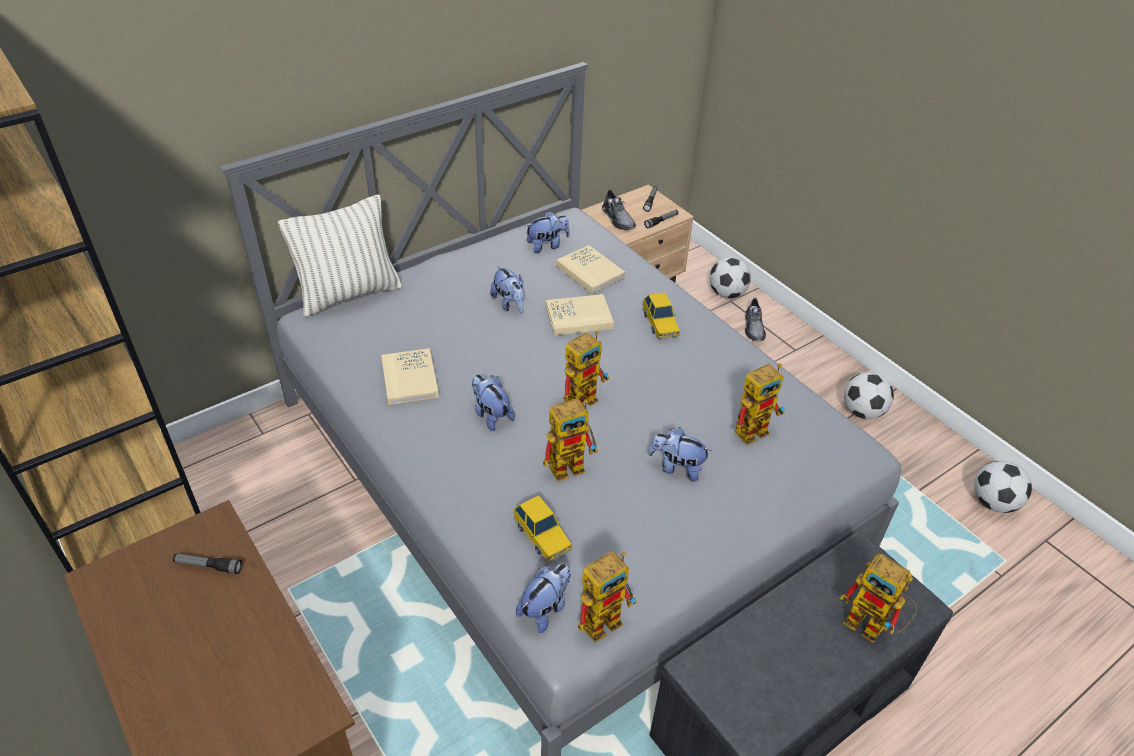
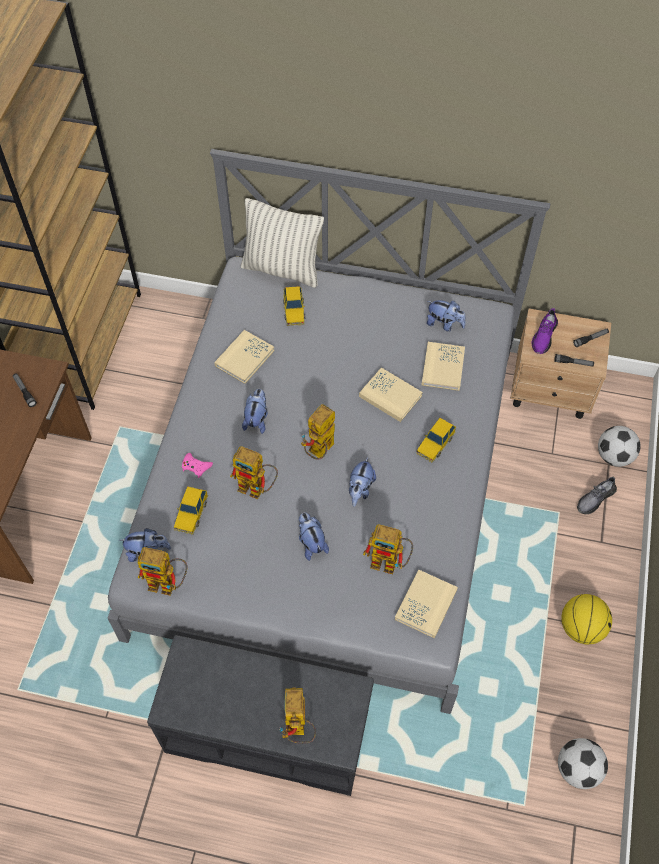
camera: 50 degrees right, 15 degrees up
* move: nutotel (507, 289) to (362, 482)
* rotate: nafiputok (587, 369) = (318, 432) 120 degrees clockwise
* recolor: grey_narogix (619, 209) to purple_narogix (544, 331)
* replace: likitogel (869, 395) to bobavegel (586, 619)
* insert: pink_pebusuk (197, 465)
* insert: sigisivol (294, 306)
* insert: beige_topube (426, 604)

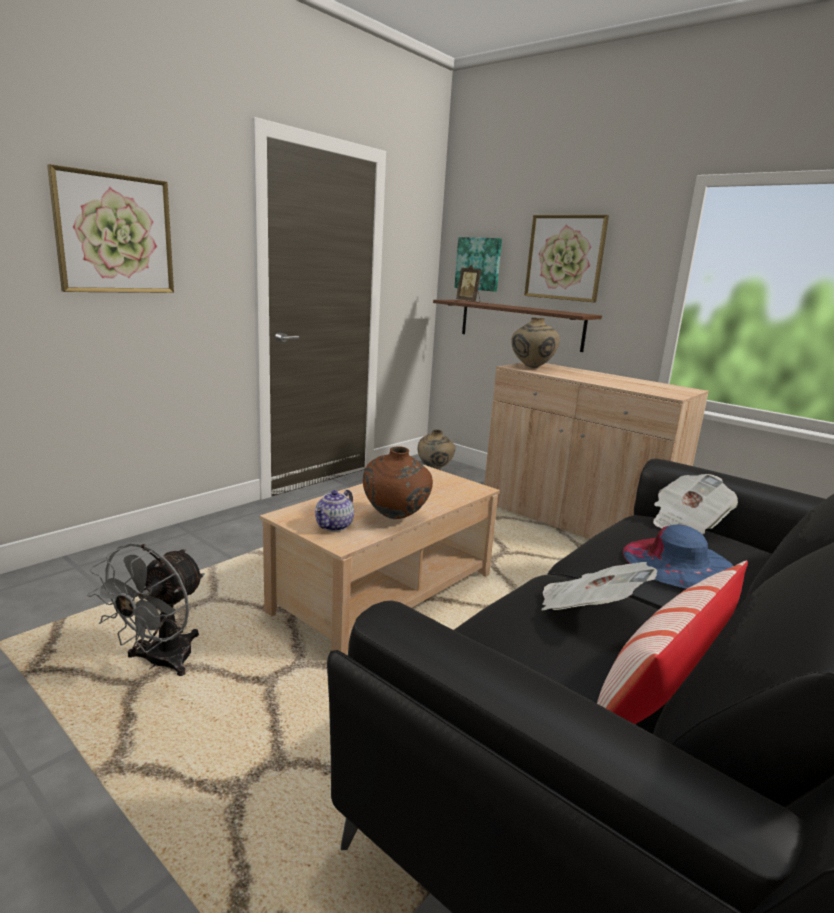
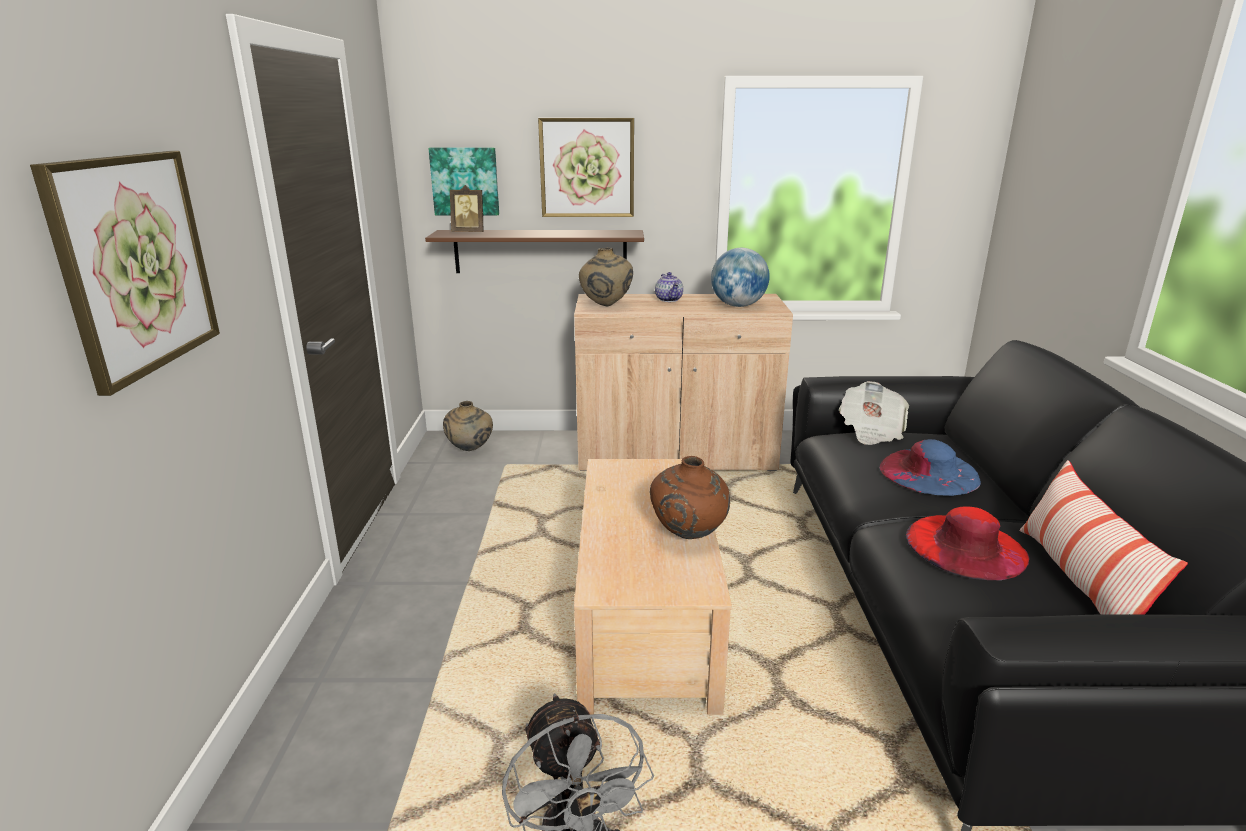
camera: 40 degrees left, 5 degrees up
* move: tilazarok (334, 511) to (669, 287)
* replace: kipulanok (599, 586) to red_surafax (967, 543)
* insert: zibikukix (740, 277)

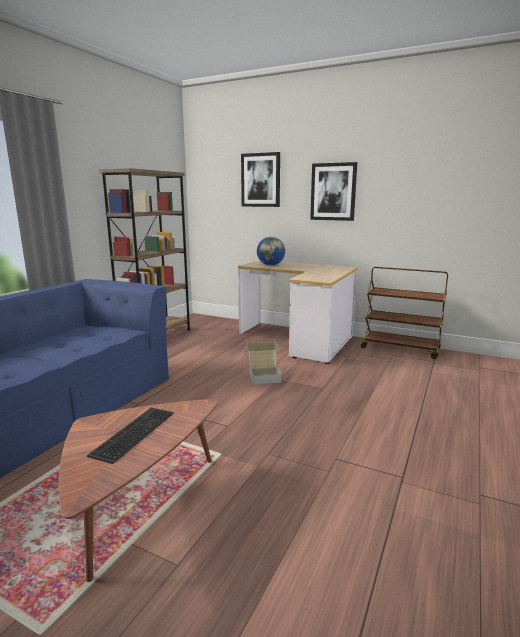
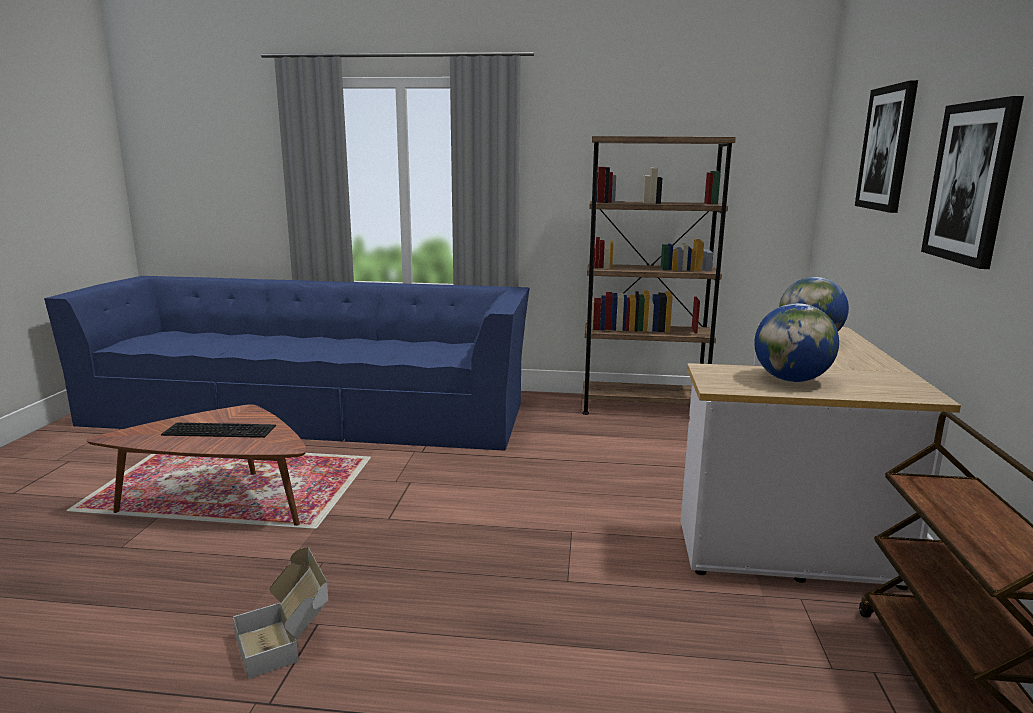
camera: 70 degrees right, 0 degrees up
* move: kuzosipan (263, 363) to (280, 613)
* insert: zibikukix (796, 342)

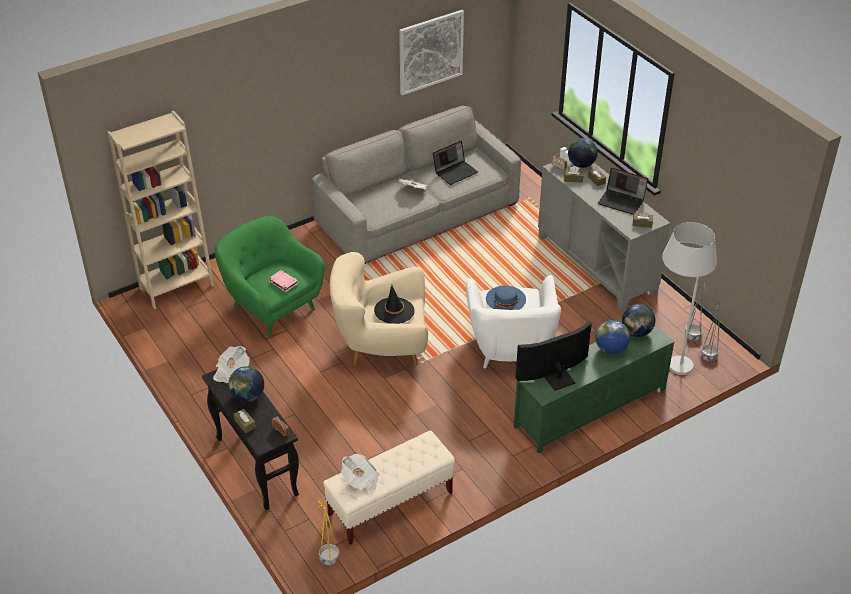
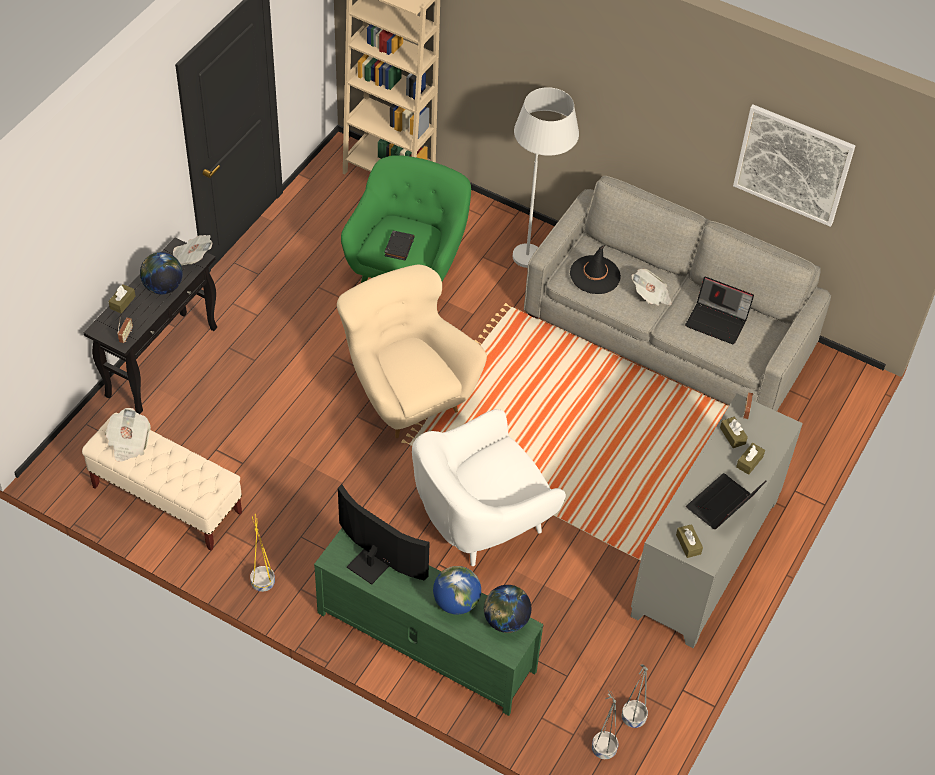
camera: 60 degrees right, 10 degrees up
* recolor: pink_topube (284, 281) to black_topube (399, 245)
* move: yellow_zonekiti (328, 532) to (262, 553)
* move: black_surafax (394, 304) to (595, 269)
* delete: blue_surafax (506, 297)
* delete: zibikukix (583, 153)
* rotate: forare (623, 191) = (726, 501) 45 degrees clockwise
* move: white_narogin (689, 298) to (546, 177)

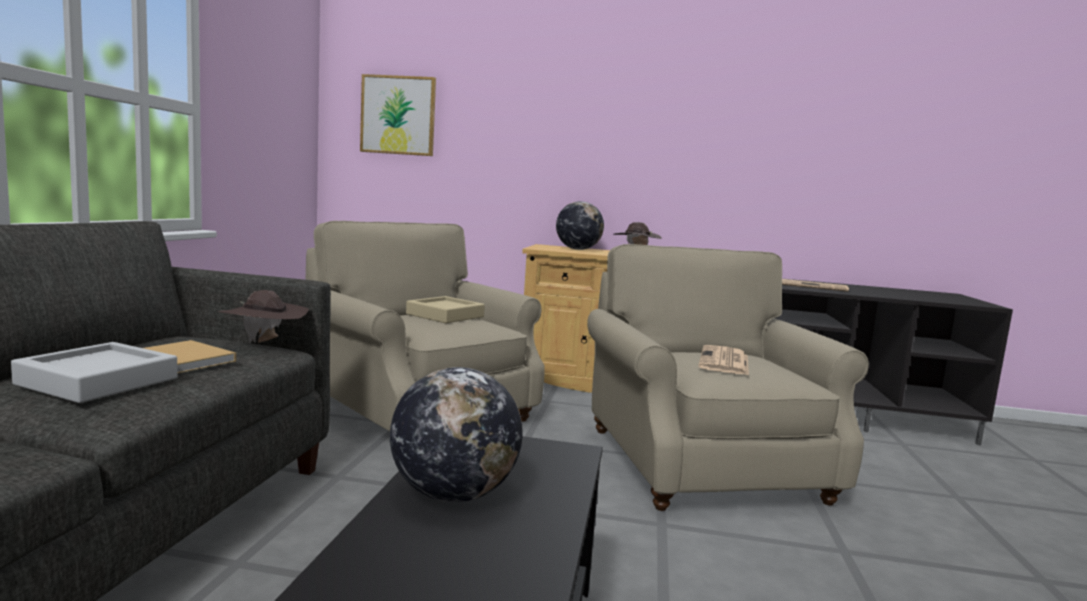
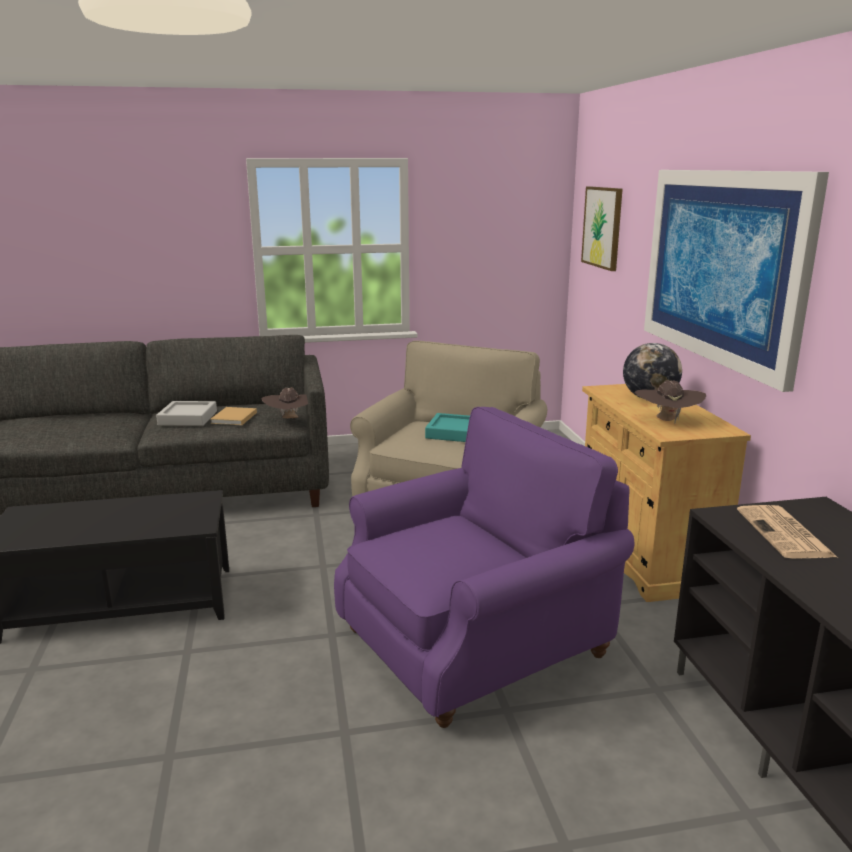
camera: 70 degrees right, 10 degrees up
* delete: zibikukix (456, 434)
* recolor: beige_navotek (445, 309) to turquoise_navotek (447, 427)
* recolor: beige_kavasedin (728, 377) to purple_kavasedin (484, 567)
* delete: kipulanok (723, 360)
* insert: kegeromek (736, 281)

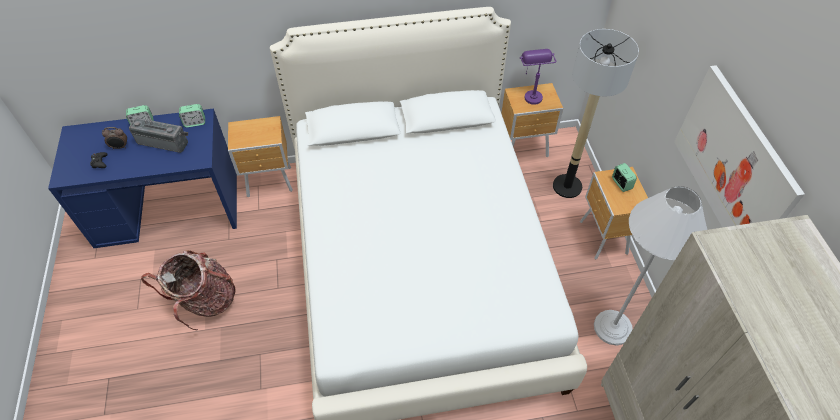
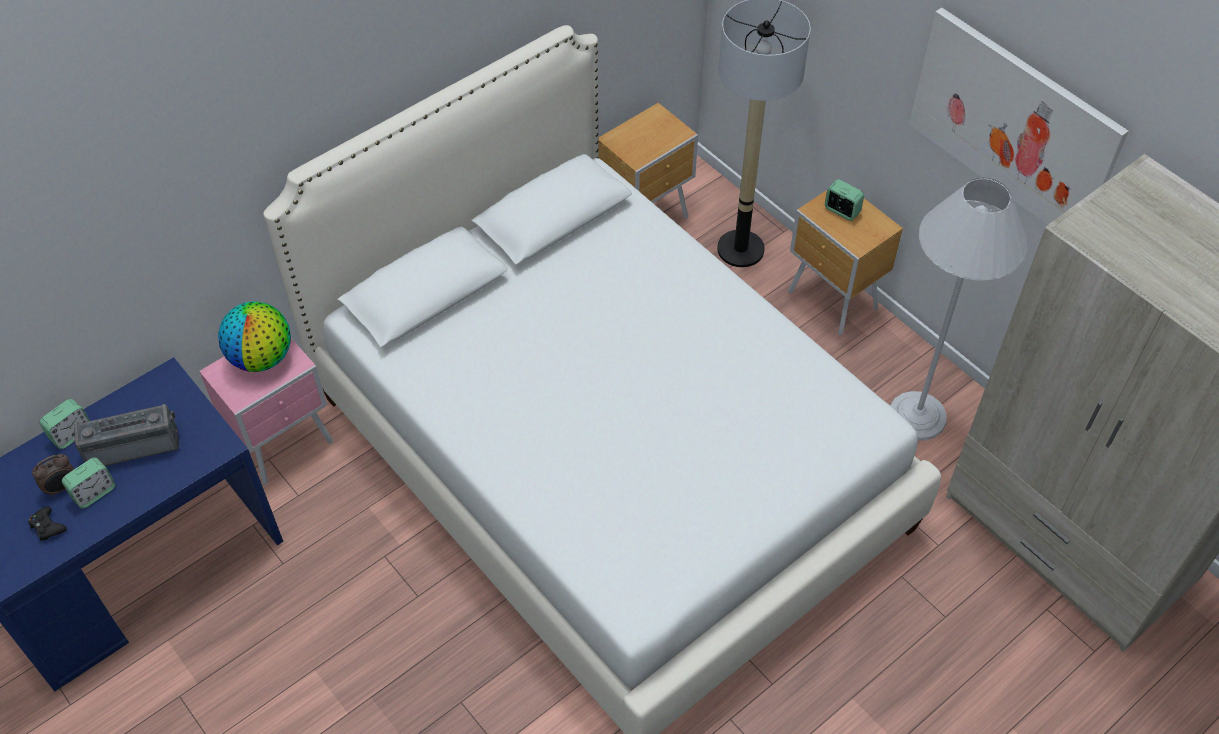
camera: 30 degrees left, 0 degrees up
* delete: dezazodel (188, 290)
* move: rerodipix (192, 116) to (89, 483)
* recolor: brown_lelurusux (260, 156) to pink_lelurusux (266, 411)
* delete: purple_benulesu (538, 77)
* insert: zibikukix (254, 337)

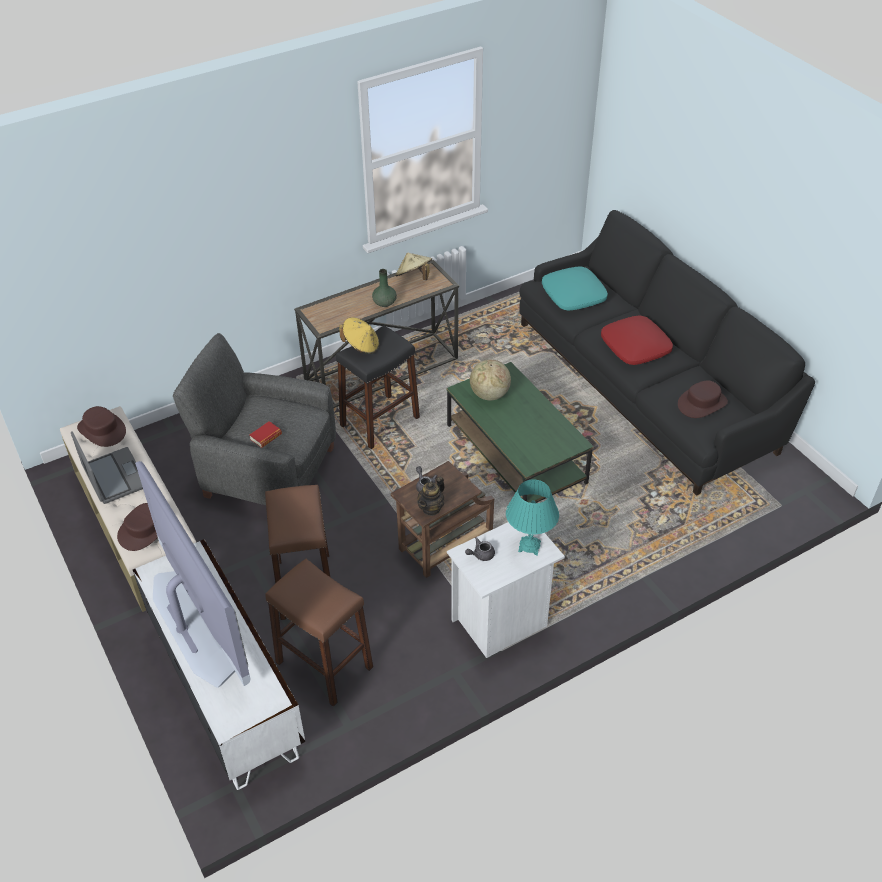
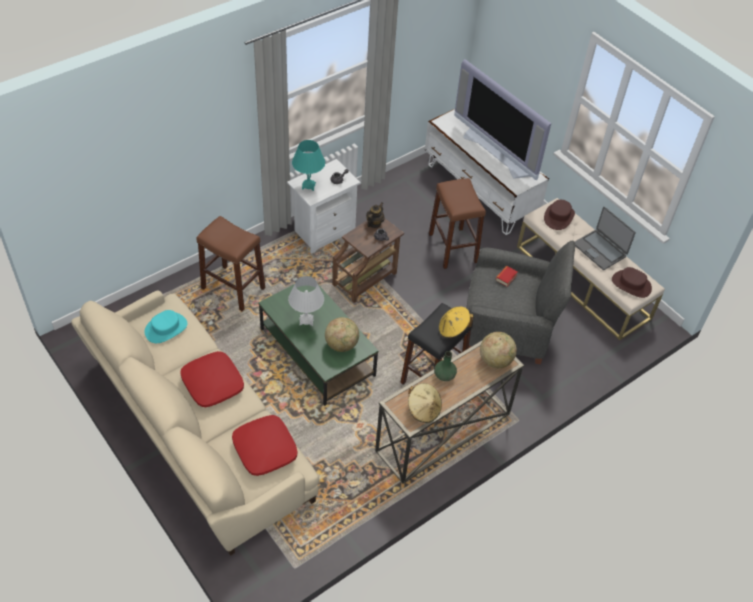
camera: 170 degrees right, 5 degrees up
* move: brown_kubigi (319, 632) to (230, 263)
* recolor: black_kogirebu (667, 353) to beige_kogirebu (195, 423)
* recolor: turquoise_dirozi (575, 288) to red_dirozi (265, 445)
* recolor: brown_surafax (703, 399) to turquoise_surafax (166, 326)
* insert: white_benulesu (306, 301)
* insert: zibikukix (498, 350)

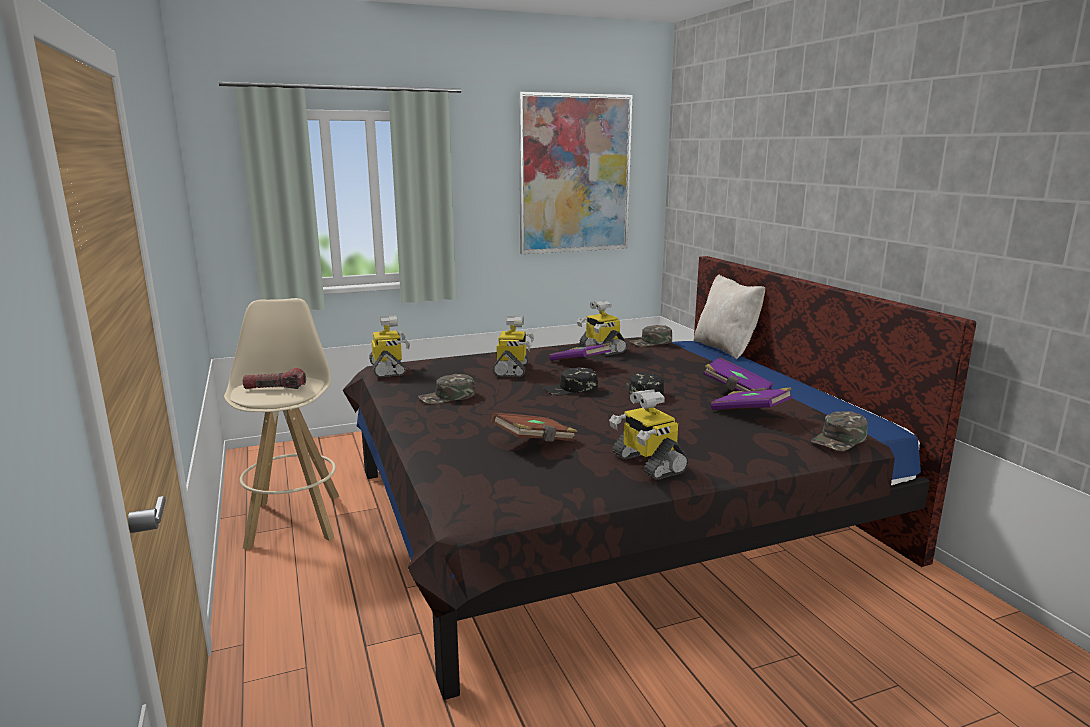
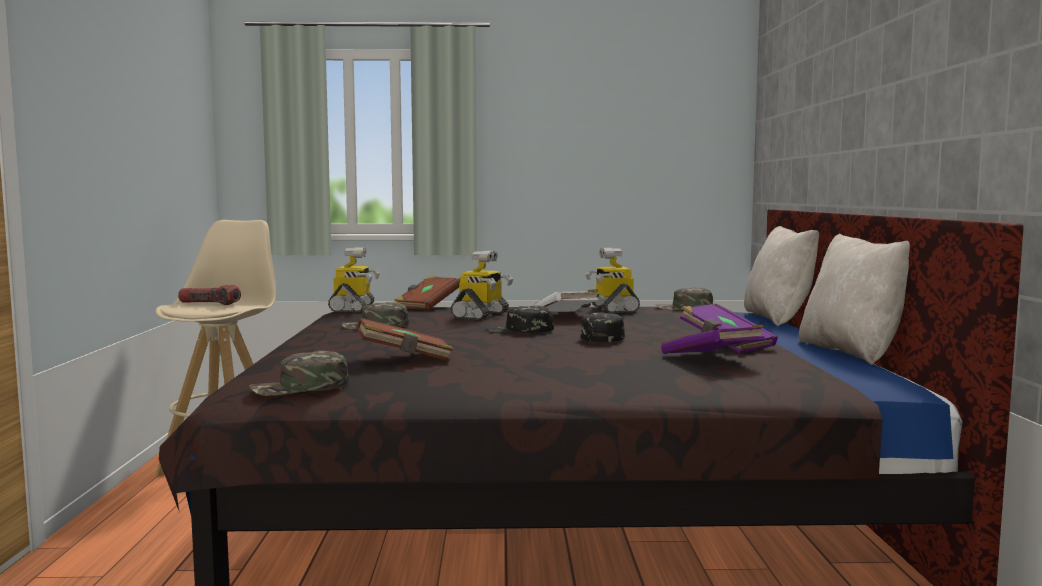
camera: 20 degrees right, 10 degrees down
* delete: kegeromek (576, 173)
* recolor: purple_topube (580, 352) to white_topube (566, 300)
* delete: nafiputok (649, 434)
* move: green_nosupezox (839, 431) to (299, 373)
* insert: brown_topube (427, 292)
* insert: beige_dirozi (854, 299)

